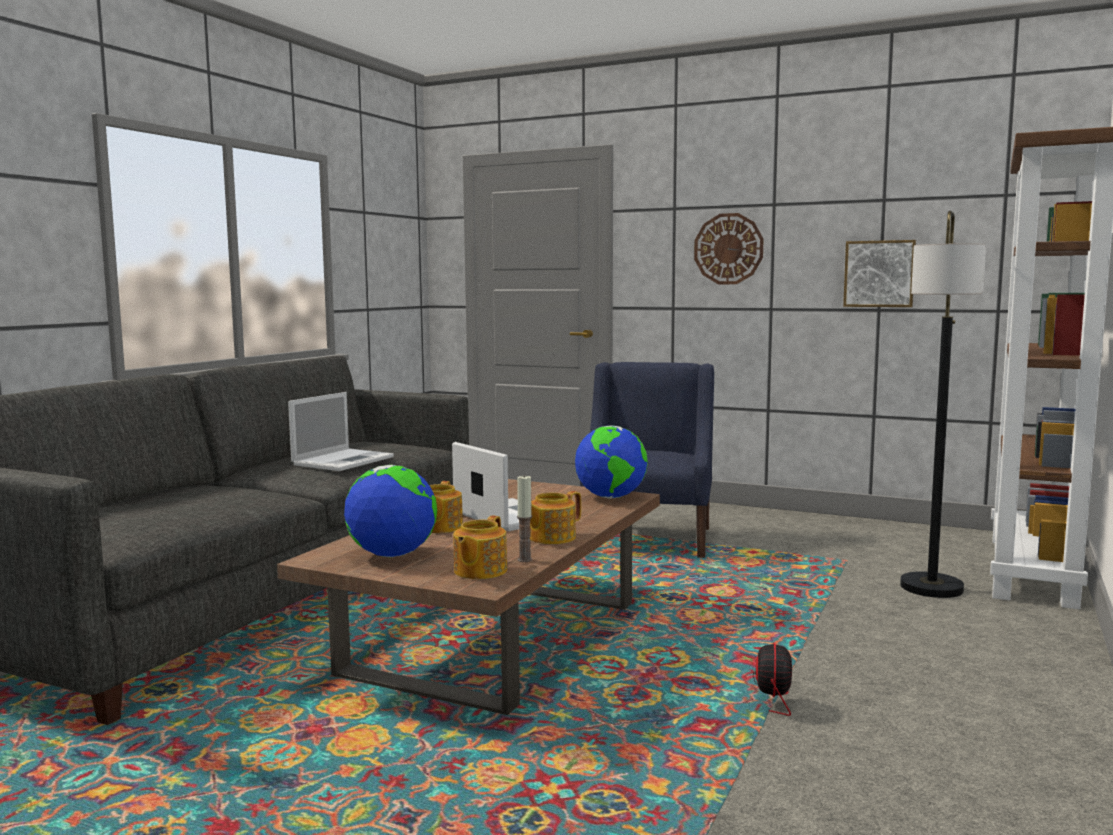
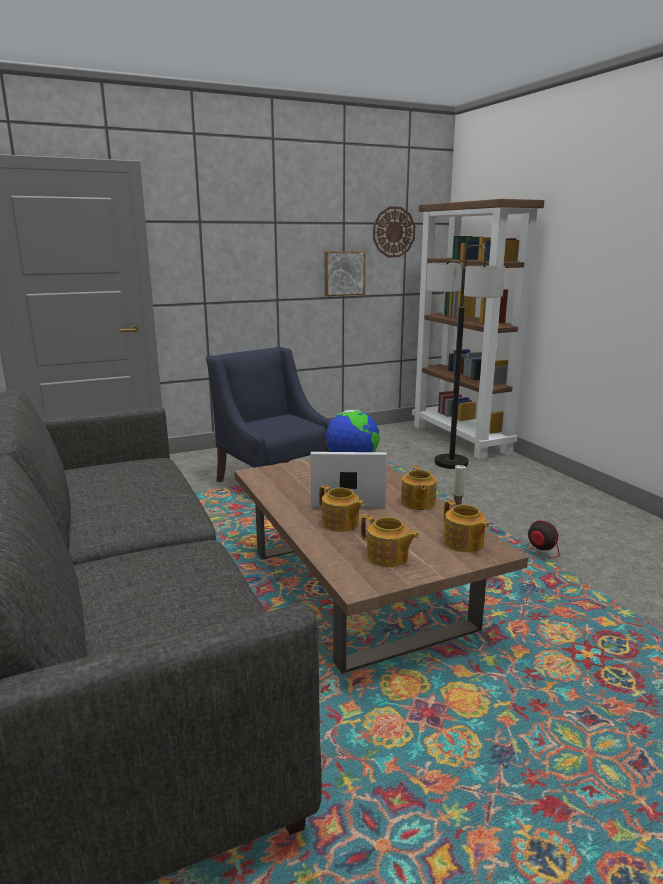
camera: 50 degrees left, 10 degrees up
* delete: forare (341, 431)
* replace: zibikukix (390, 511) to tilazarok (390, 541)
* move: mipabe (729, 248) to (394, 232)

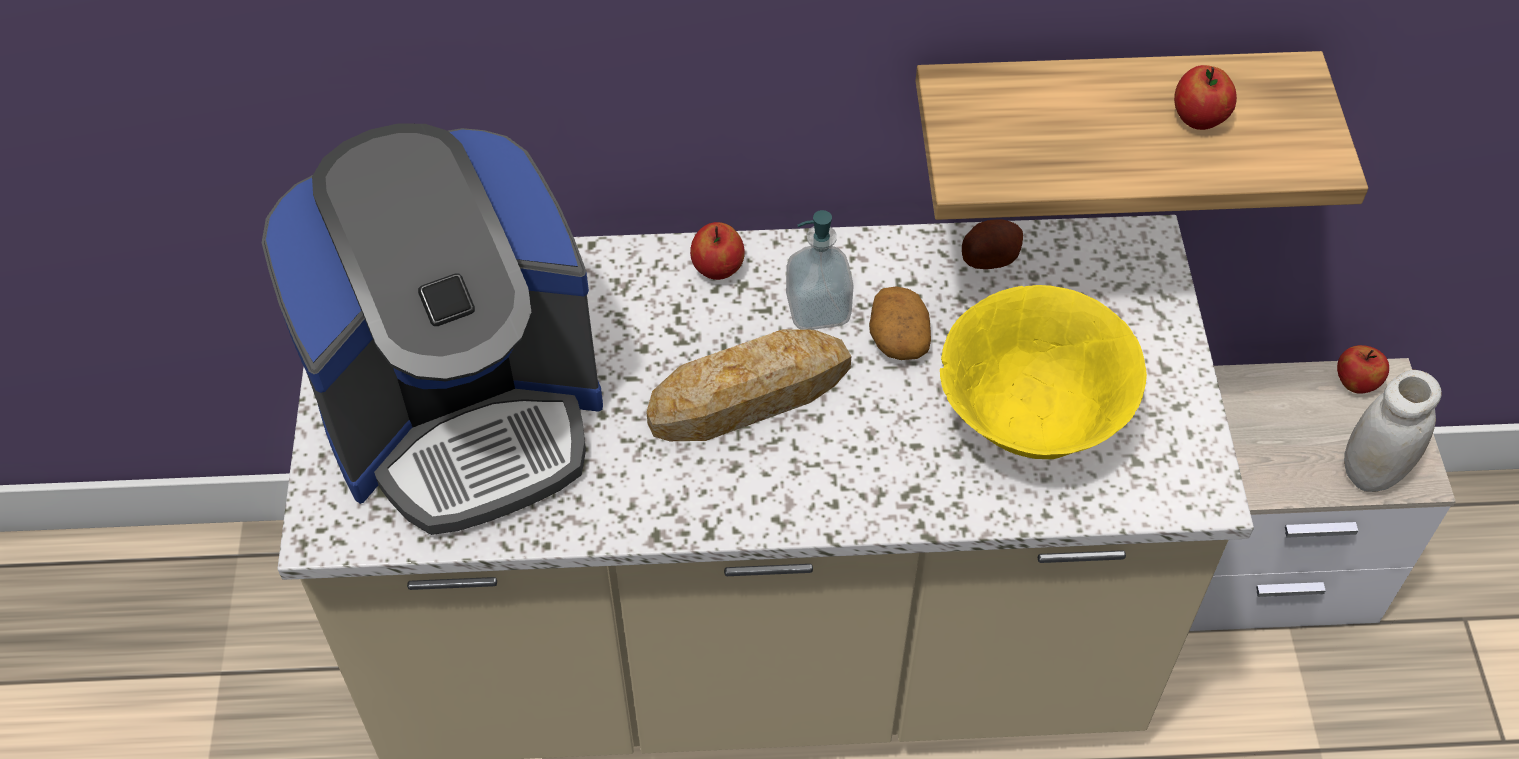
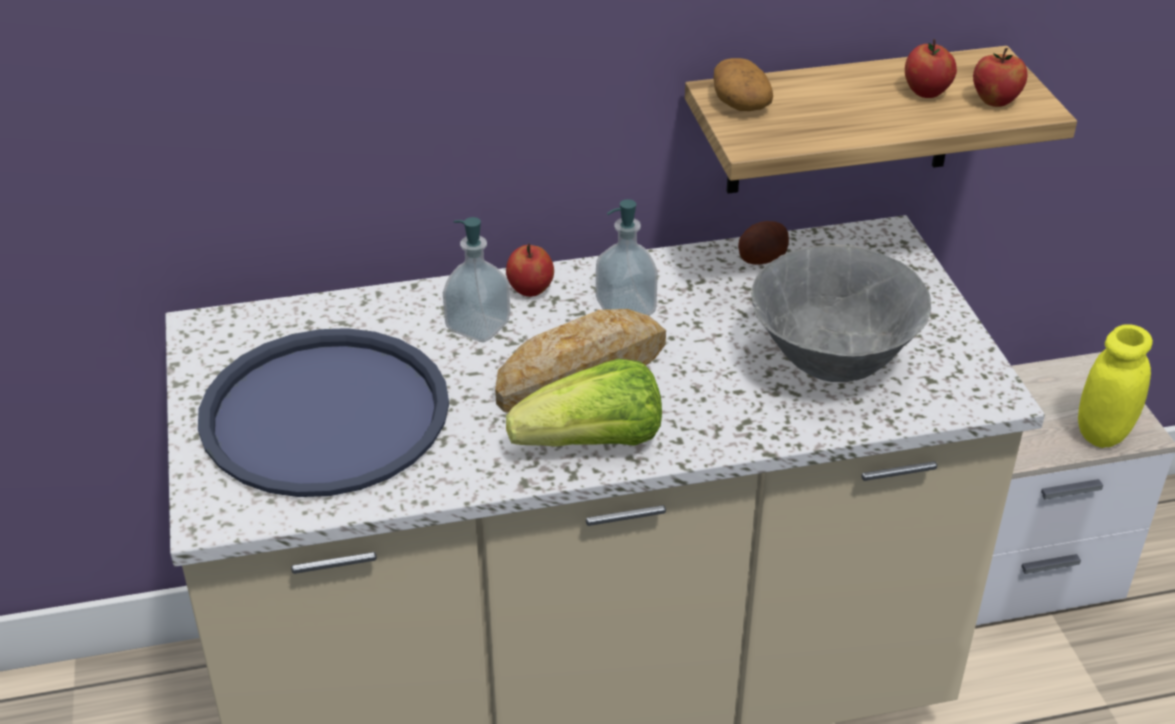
camera: 10 degrees left, 15 degrees down
* replace: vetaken (432, 329) to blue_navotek (323, 412)
* move: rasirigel (900, 323) to (743, 84)
* recolor: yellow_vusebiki (1043, 372) to grey_vusebiki (841, 313)
* move: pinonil (1363, 369) to (1000, 77)
* recolor: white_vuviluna (1393, 431) to yellow_vuviluna (1115, 386)
* insert: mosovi (476, 279)
* insert: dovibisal (584, 403)

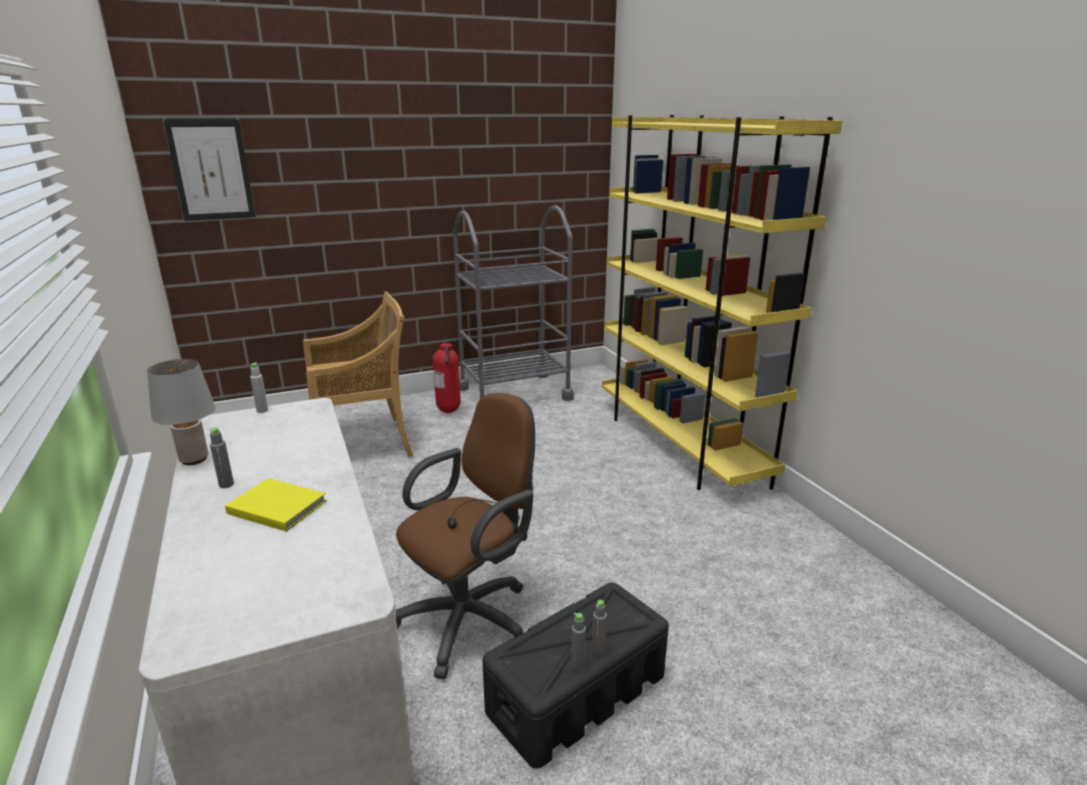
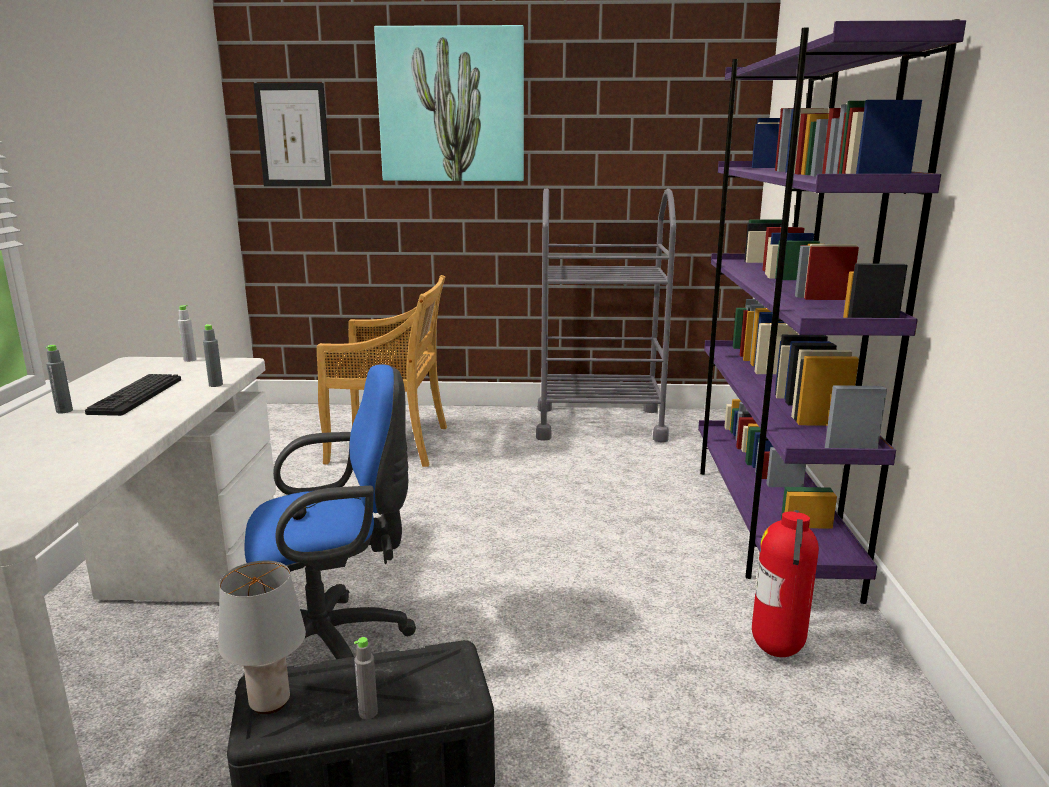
camera: 25 degrees right, 5 degrees down
* move: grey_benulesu (181, 412) to (262, 637)
* delete: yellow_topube (276, 504)
* recolor: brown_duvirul (465, 536) to blue_duvirul (325, 529)
* move: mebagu (447, 378) to (785, 583)
* move: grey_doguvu (578, 641) to (213, 355)
* recolor: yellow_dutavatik (722, 302) to purple_dutavatik (832, 311)
* insert: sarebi (133, 395)
* insert: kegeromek (449, 103)

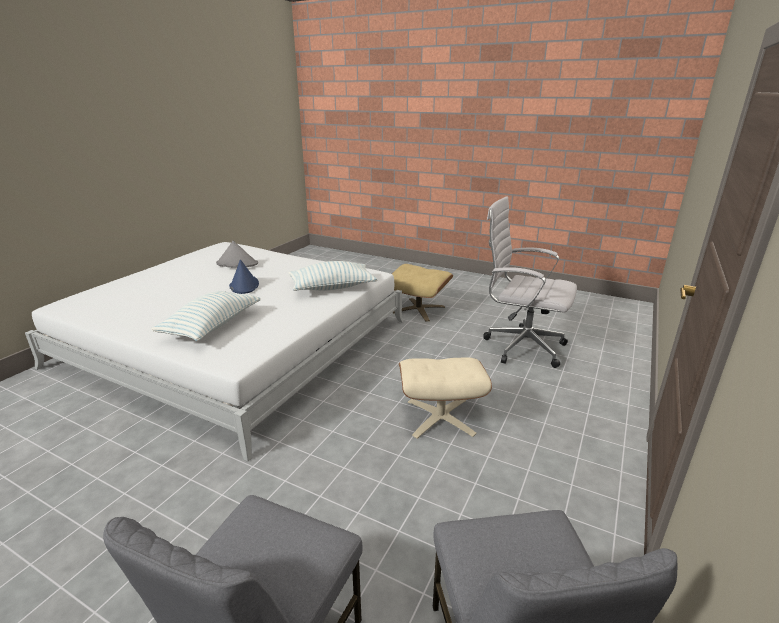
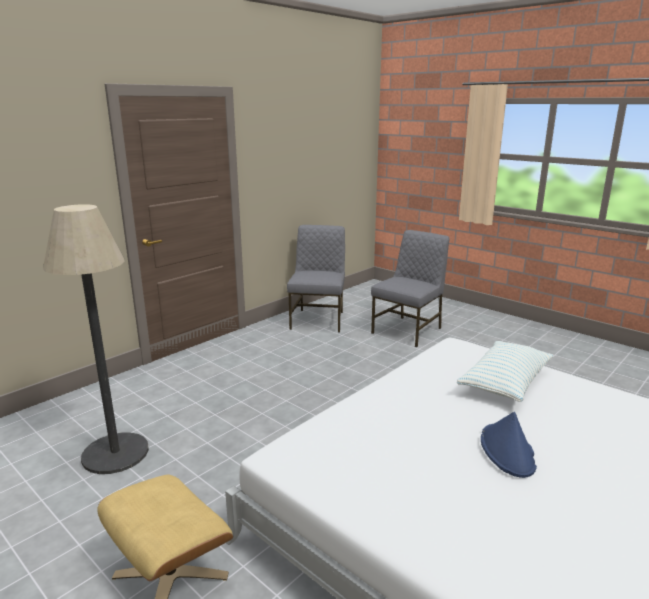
camera: 165 degrees left, 5 degrees down
* delete: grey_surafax (237, 254)
* delete: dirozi (333, 276)
* delete: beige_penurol (445, 398)
* replace: white_duvirul (530, 282) to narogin (96, 339)

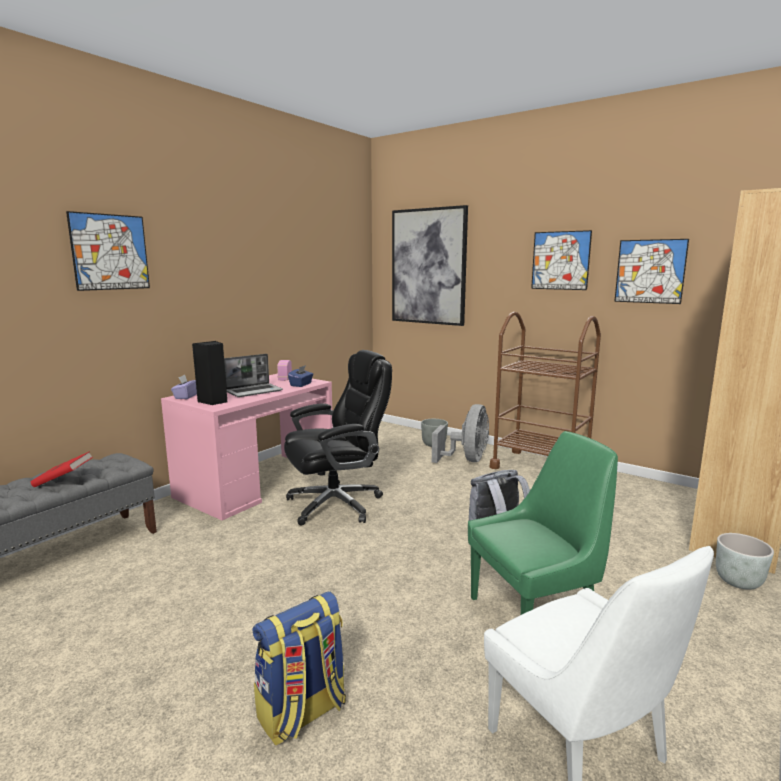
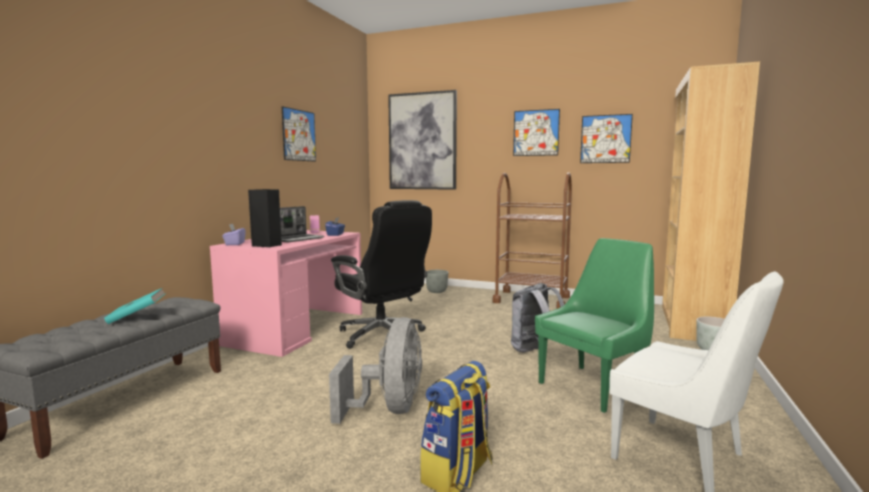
camera: 15 degrees left, 5 degrees down
* recolor: red_topube (61, 469) to turquoise_topube (135, 306)
* move: kegeromek (108, 251) to (299, 134)
* rotate: black_duvirul (338, 438) = (381, 274) 90 degrees clockwise
* move: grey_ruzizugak (460, 433) to (375, 370)

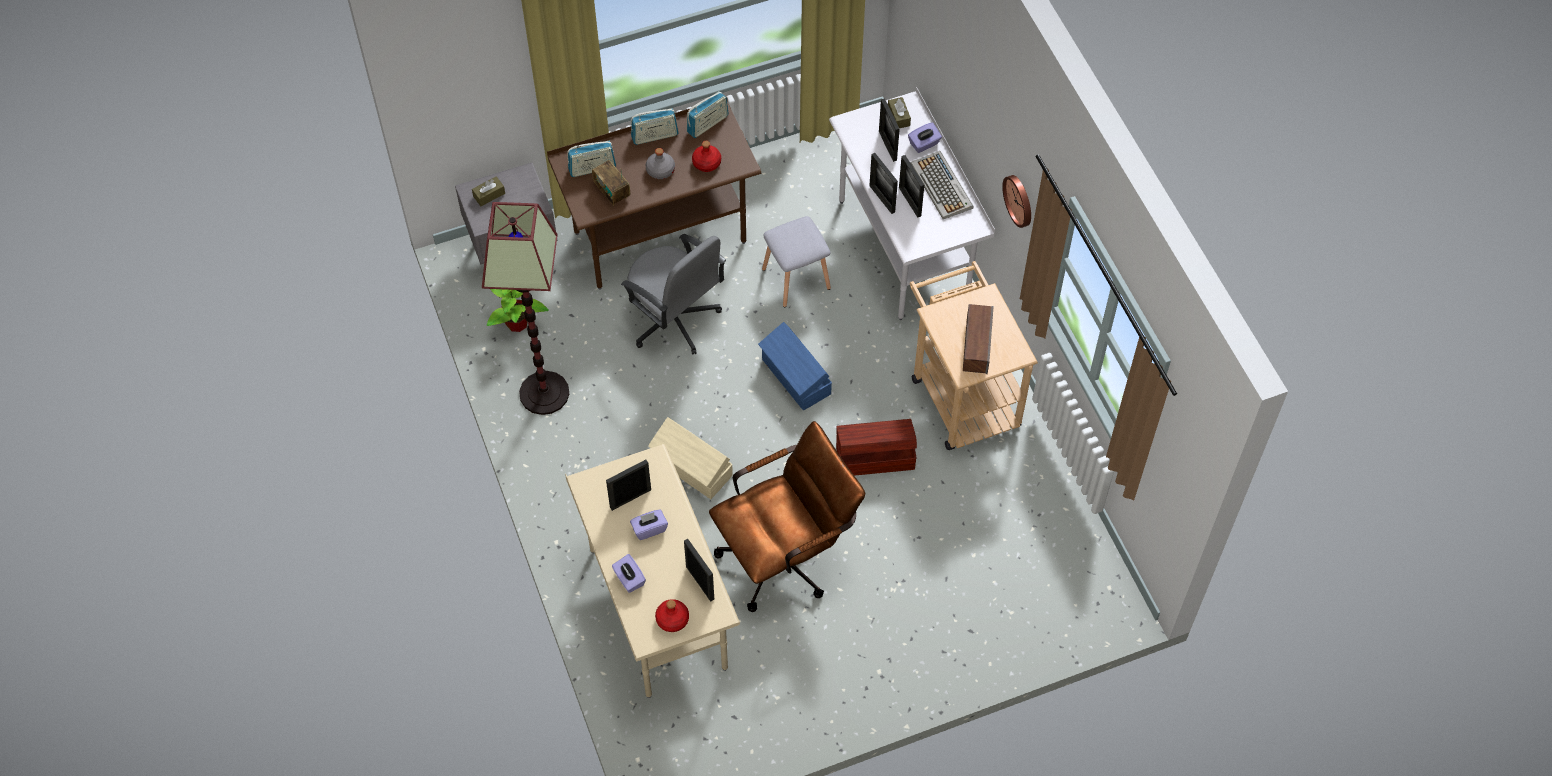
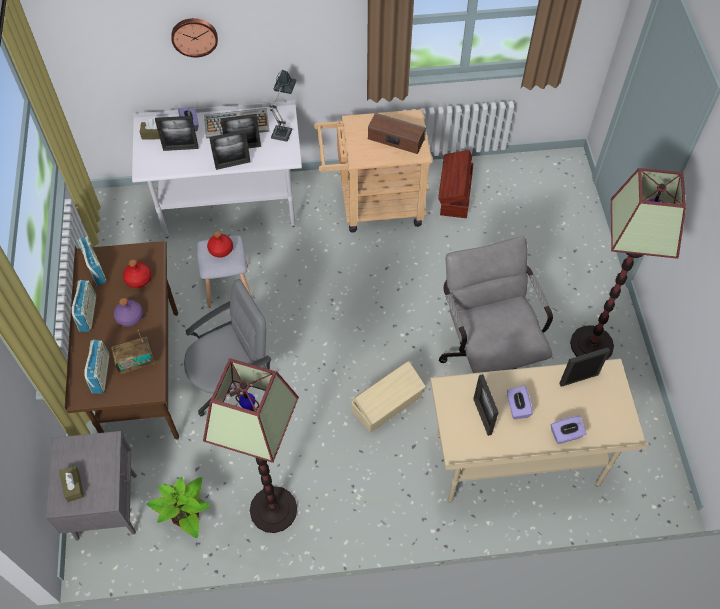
camera: 75 degrees left, 0 degrees up
* recolor: grey_doguvu (660, 163) to purple_doguvu (128, 312)
* move: red_doguvu (672, 615) to (220, 244)
* recolor: brown_duvirul (787, 516) to grey_duvirul (496, 304)
* delete: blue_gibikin (795, 366)
* move: brown_gibikin (876, 447) to (456, 184)
* move: mipabe (1016, 201) to (194, 37)
* insert: benulesu (282, 106)
* insert: narogin (628, 264)

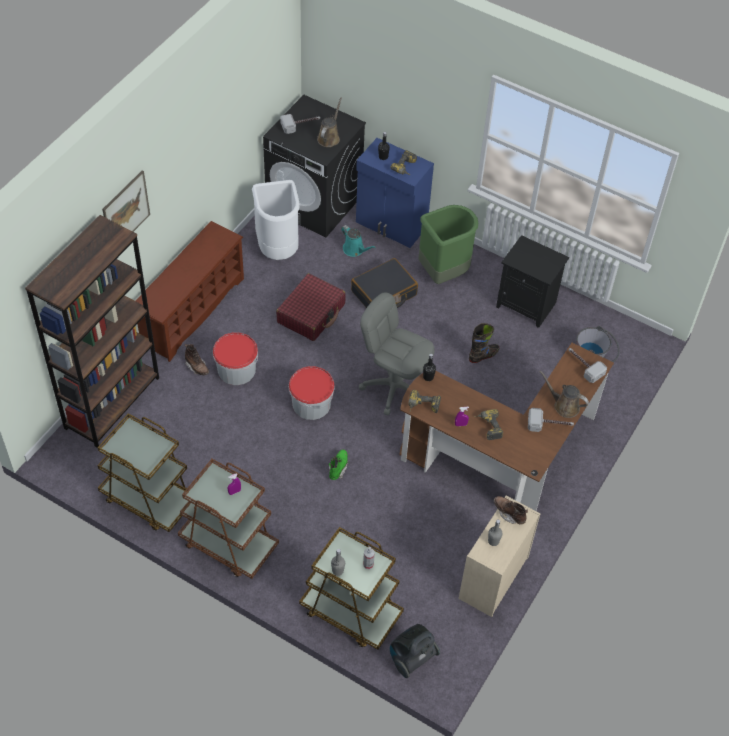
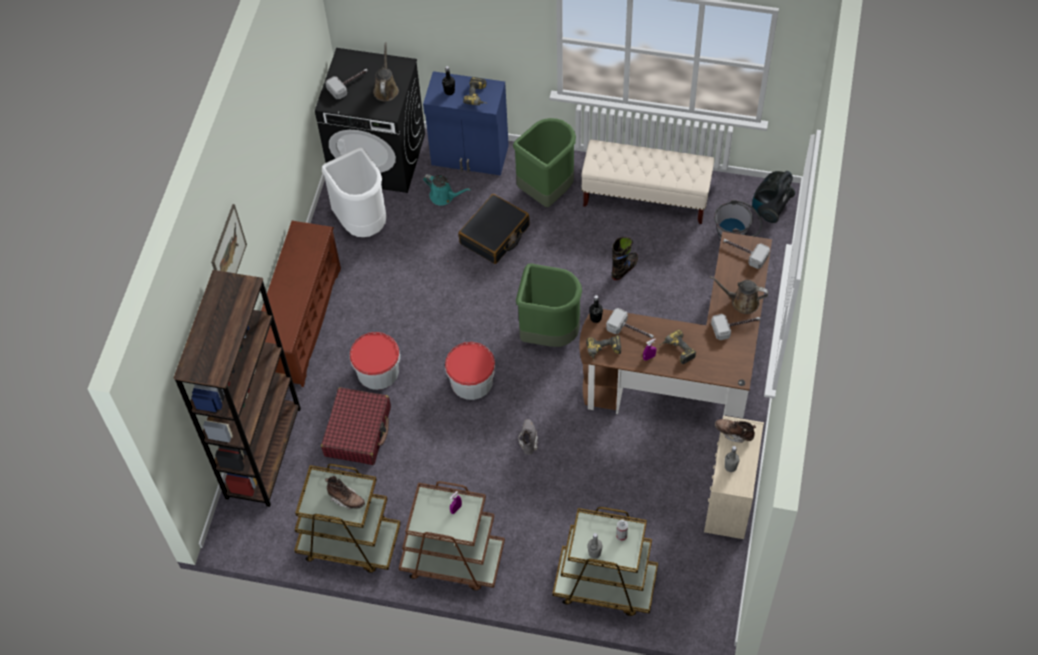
camera: 15 degrees left, 5 degrees up
* move: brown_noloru (197, 359) to (345, 493)
* move: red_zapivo (311, 307) to (356, 426)
* recolor: green_noloru (338, 464) to grey_noloru (528, 437)
* replace: grey_duvirul (397, 353) to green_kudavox (549, 305)
* move: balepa (415, 651) to (773, 197)
* replace: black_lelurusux (532, 281) to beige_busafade (647, 182)
* insert: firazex (630, 323)

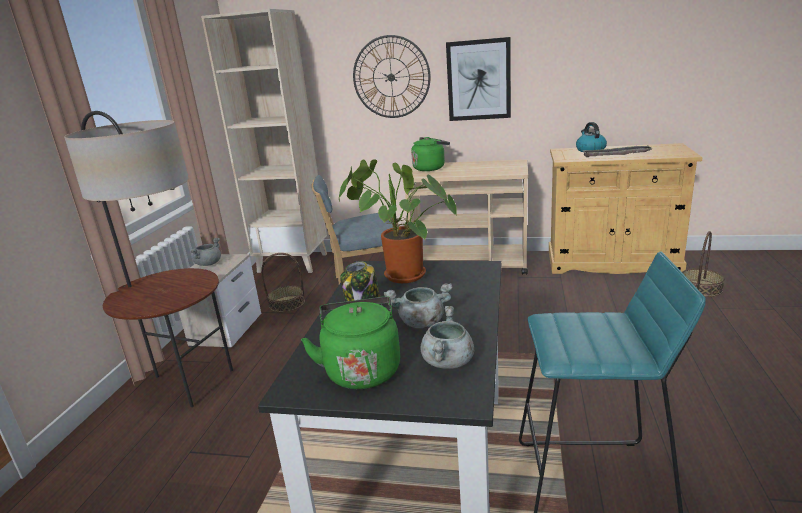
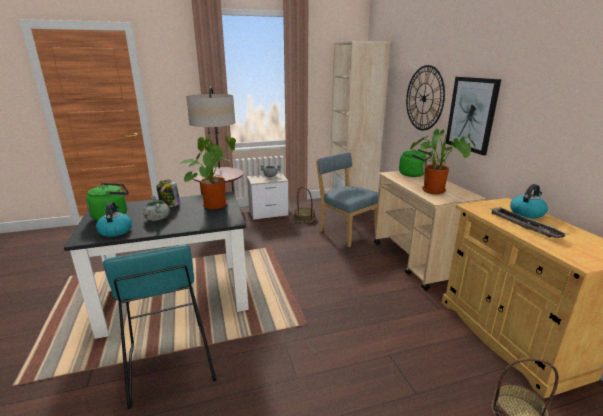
camera: 60 degrees right, 0 degrees up
* replace: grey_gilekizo (447, 337) to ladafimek (114, 219)
* insert: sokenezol (442, 161)

